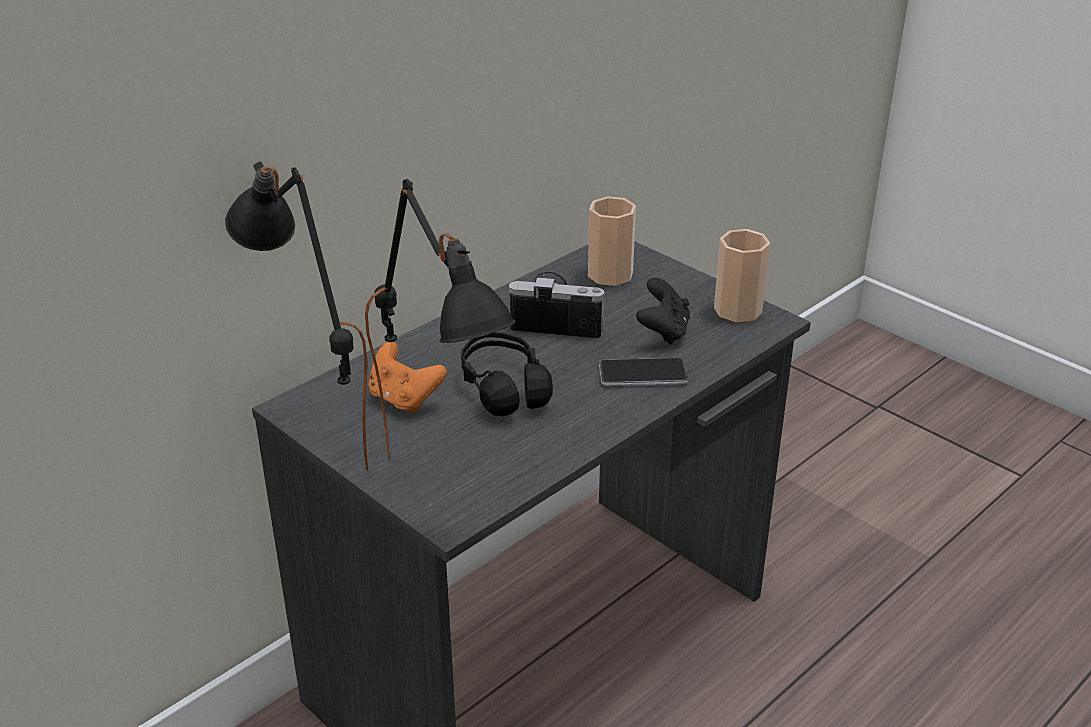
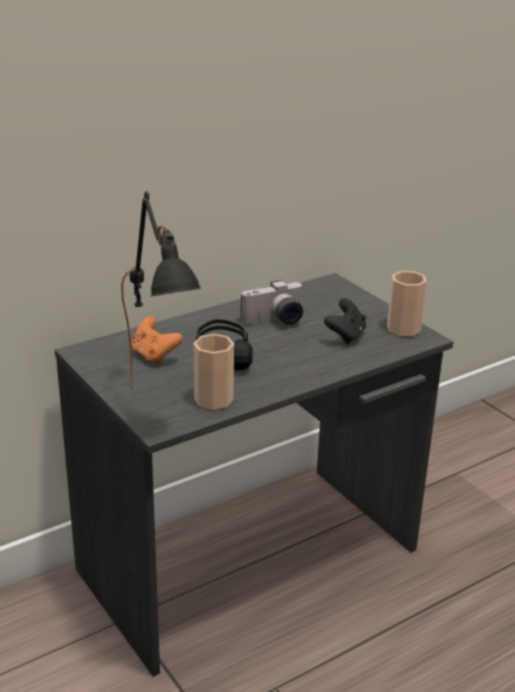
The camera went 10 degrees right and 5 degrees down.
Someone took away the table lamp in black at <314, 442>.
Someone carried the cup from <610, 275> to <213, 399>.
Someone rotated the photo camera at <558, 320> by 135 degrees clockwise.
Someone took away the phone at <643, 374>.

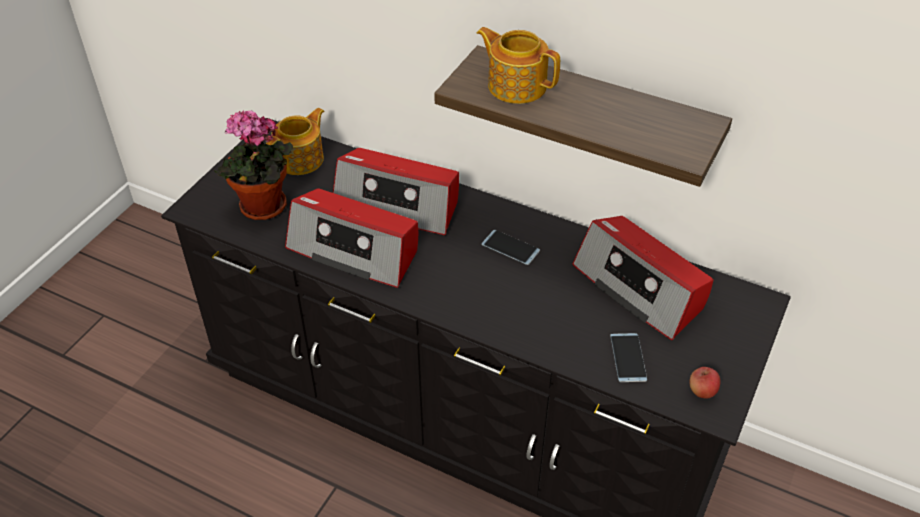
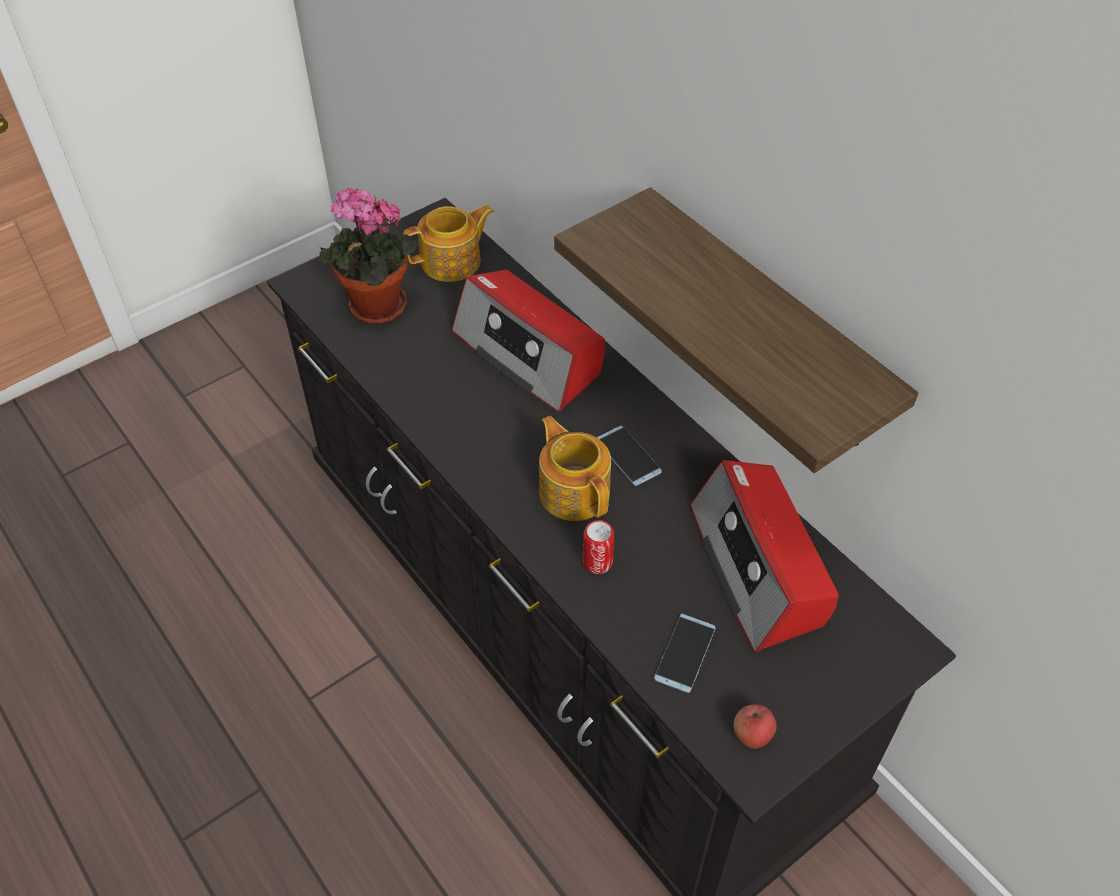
The camera went 25 degrees right and 5 degrees up.
Someone carried the teapot from <516, 85> to <574, 491>.
Someone took away the radio at <355, 249>.
Someone put down the can at <597, 562>.

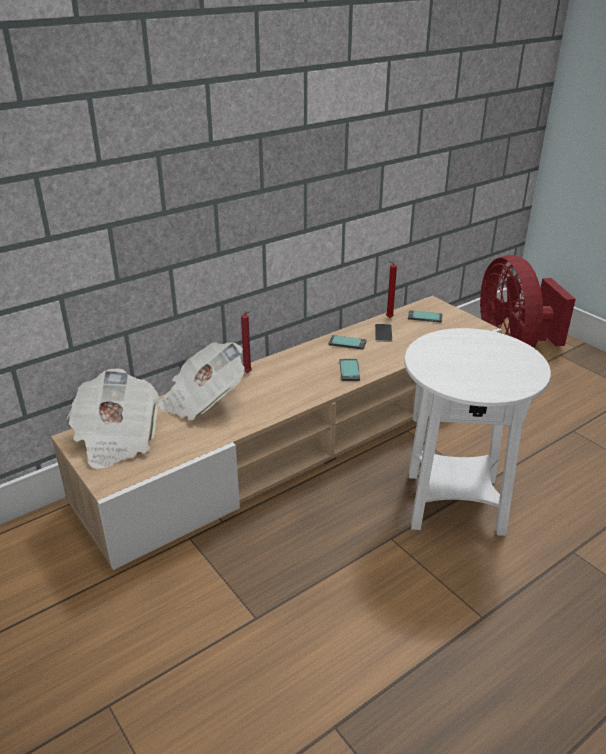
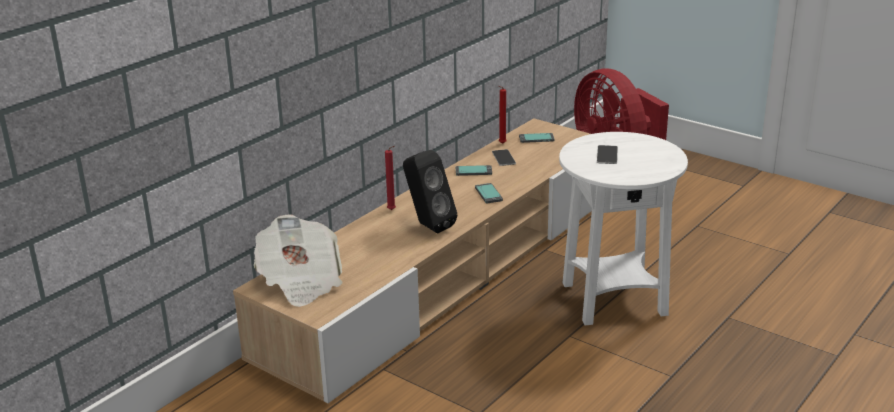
The camera went 15 degrees left and 5 degrees down.
Someone took away the newspaper at <202, 400>.
Someone put down the phone at <607, 155>.
Someone put down the speaker in black at <427, 226>.

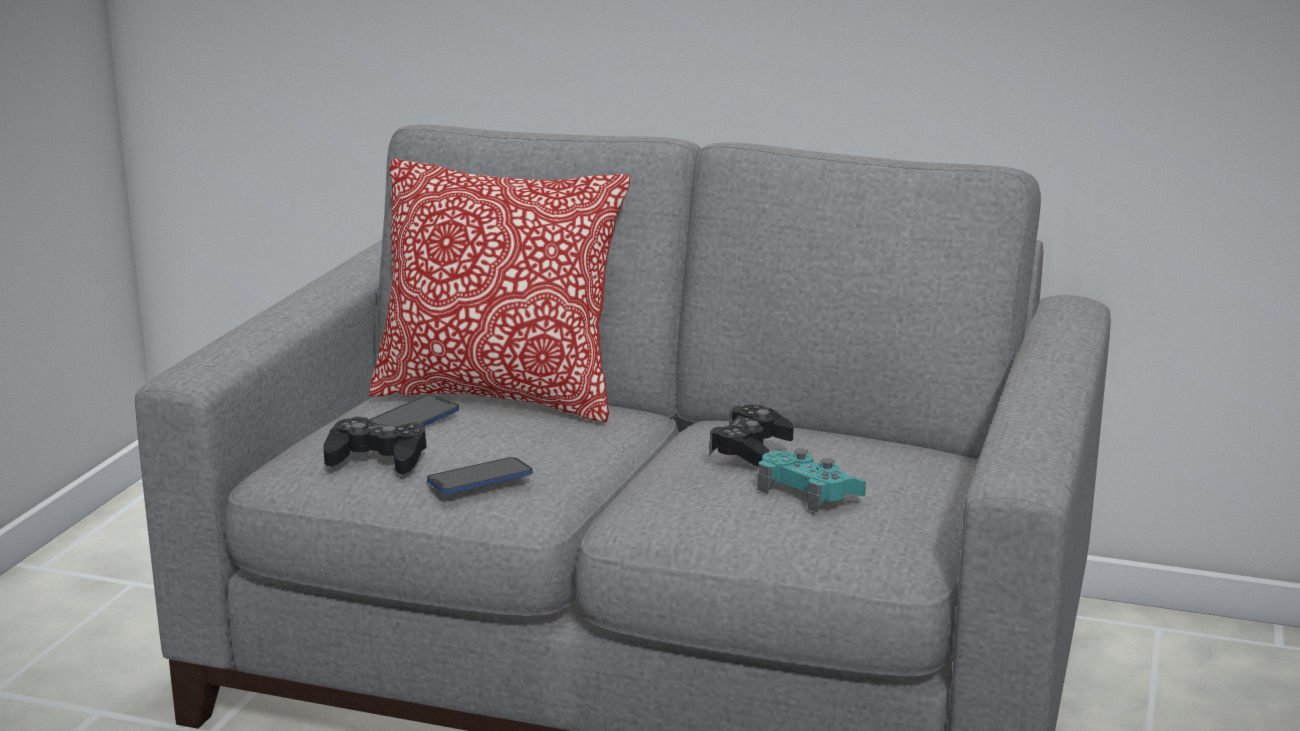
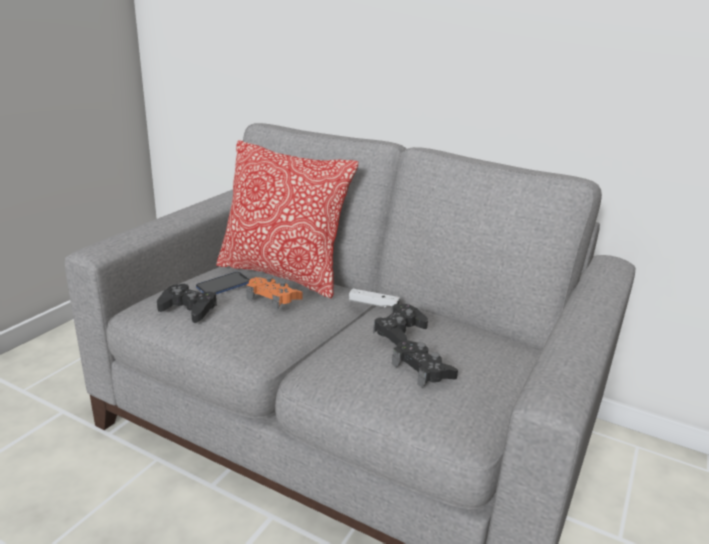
The camera went 10 degrees right and 5 degrees up.
Someone repainted the game controller in turquoise at <808, 492>, which became the game controller in black at <422, 370>.
Someone took away the phone at <480, 479>.
Someone put down the game controller in orange at <273, 298>.
Someone put down the game controller in white at <373, 304>.

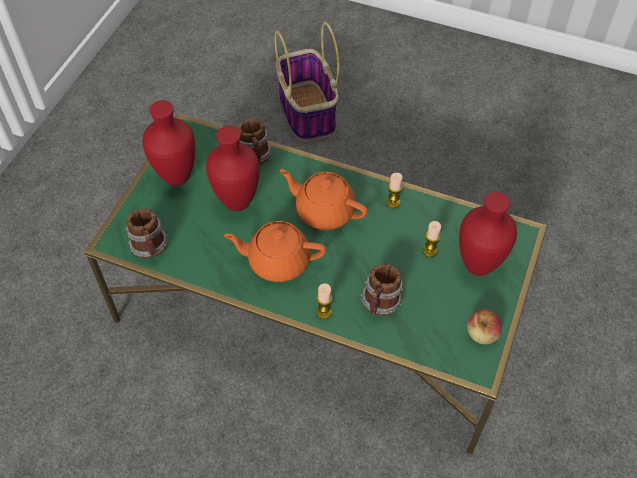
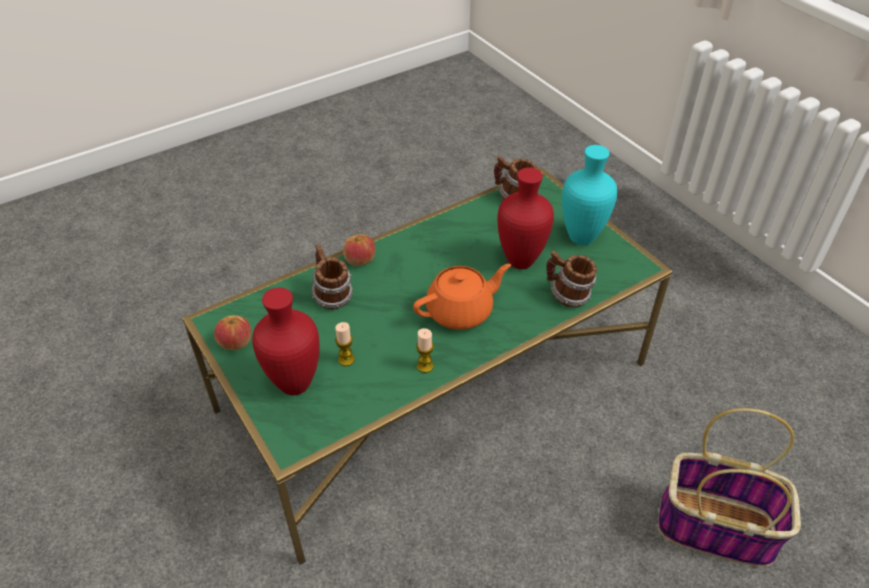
The camera went 125 degrees right and 10 degrees down.
Someone repainted the vase in red at <178, 179>, which became the vase in turquoise at <579, 238>.
Someone took away the teapot in orange at <277, 261>.
Someone swapped the candle at <324, 312> for the apple at <359, 260>.

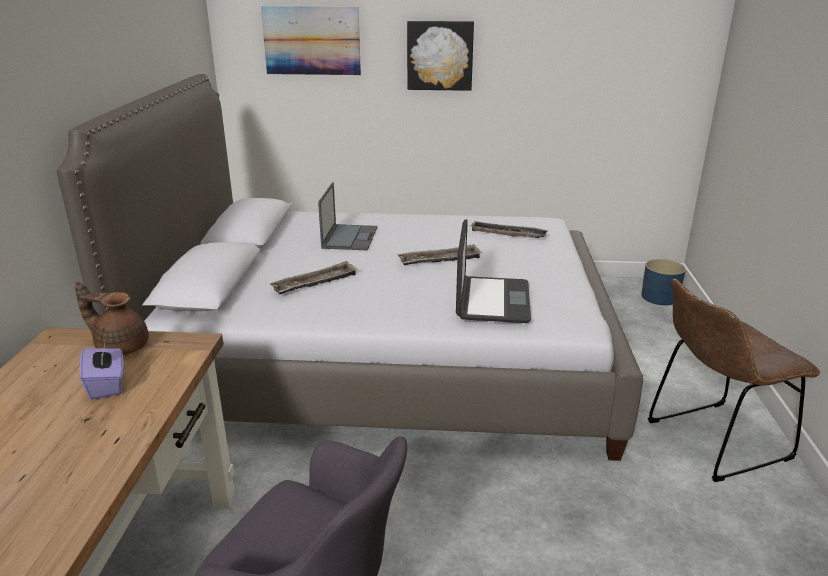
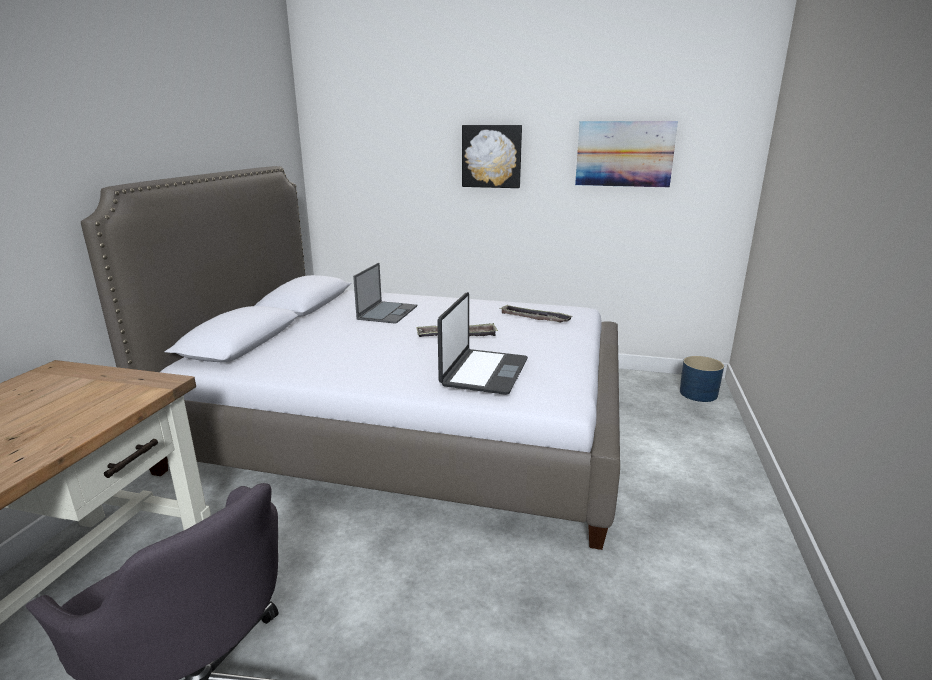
The camera went 10 degrees right and 5 degrees down.
Someone carried the picture from <311, 41> to <624, 154>.
Someone took away the tray at <315, 283>.
Someone took away the chair in brown at <712, 442>.
Someone took away the teapot in brown at <121, 346>.
Someone took away the tissue box in purple at <107, 385>.

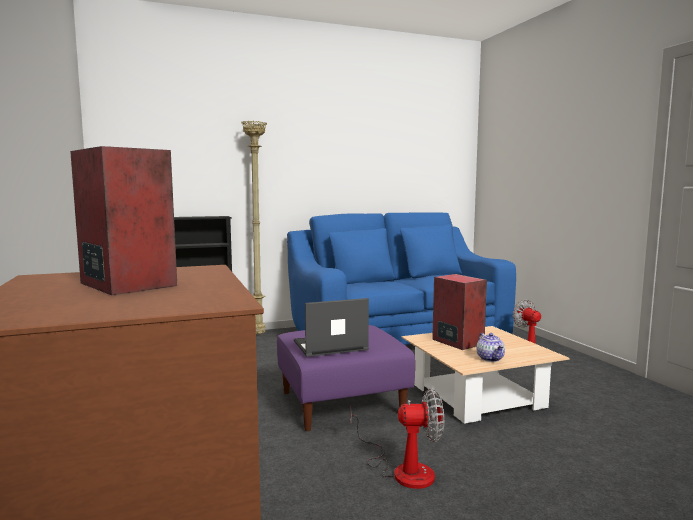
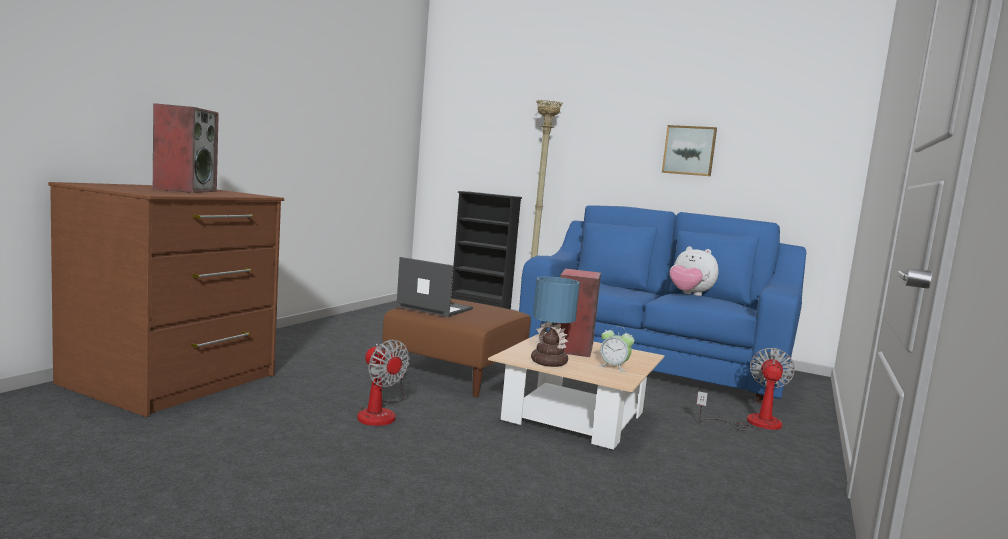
The camera went 45 degrees right and 0 degrees up.
Someone repainted the ottoman in purple at <341, 403>, which became the ottoman in brown at <454, 374>.
Someone swapped the teapot at <490, 359> for the table lamp at <550, 362>.
Someone put up the picture at <689, 150>.
Someone put down the plush toy at <689, 294>.
Someone put down the alarm clock at <613, 367>.

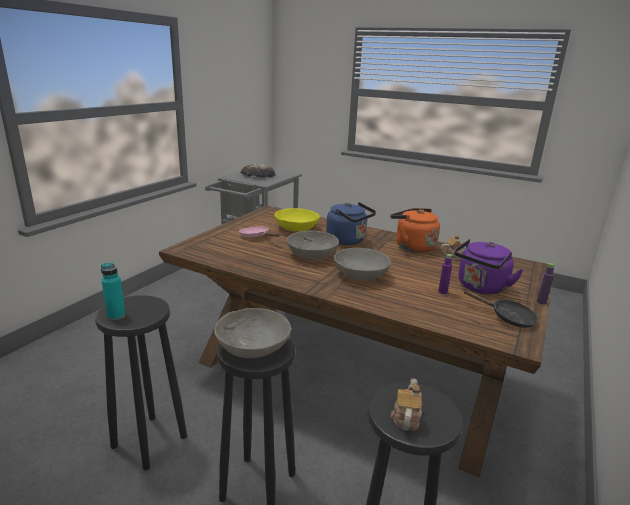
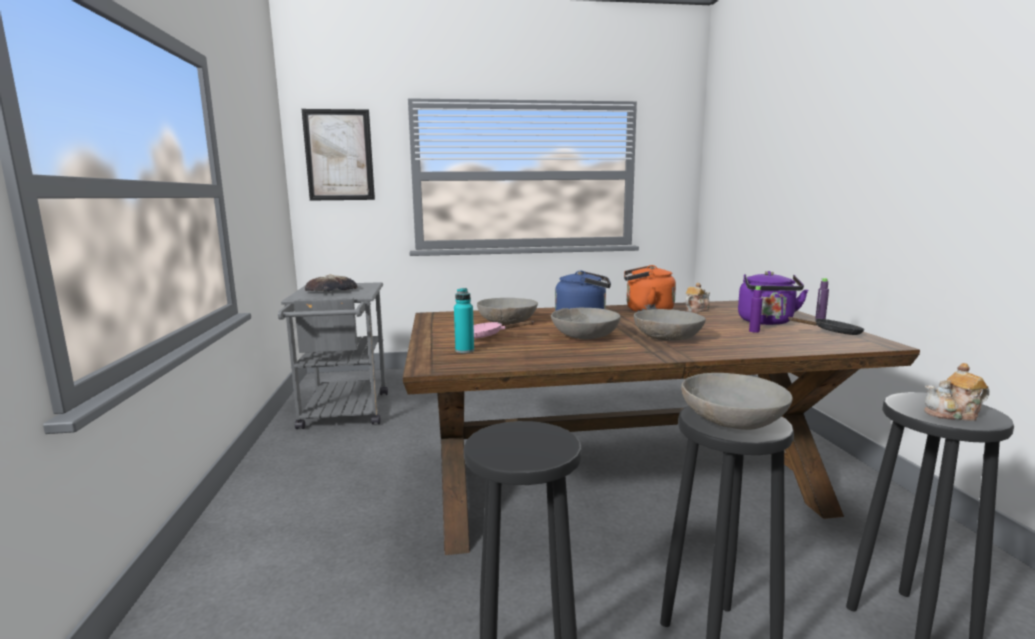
The camera went 35 degrees left and 10 degrees down.
Someone repainted the bowl in yellow at <296, 228>, which became the bowl in grey at <507, 321>.
Someone carried the bottle in turquoise from <116, 316> to <464, 350>.
Someone rotated the teapot at <406, 417> by 75 degrees counterclockwise.
Someone put up the picture at <339, 155>.

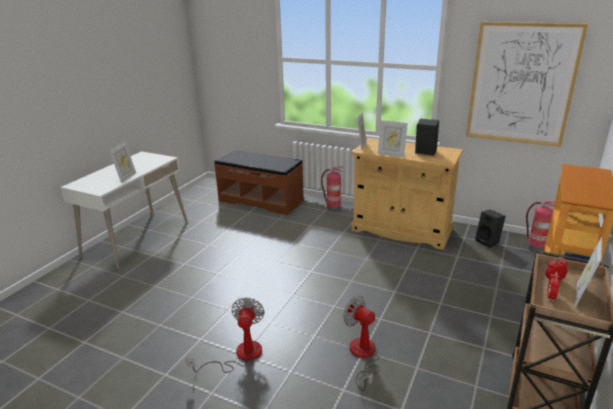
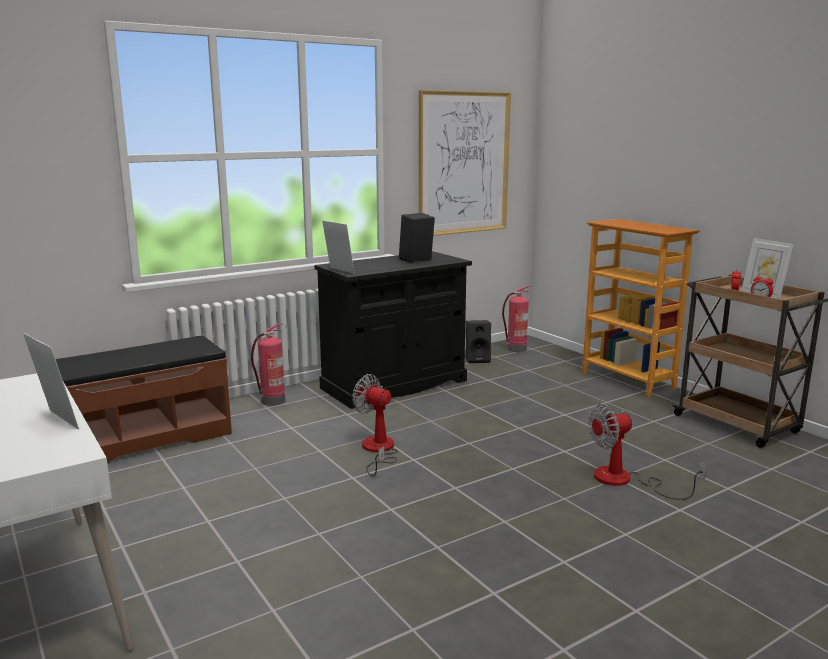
The camera went 60 degrees left and 10 degrees down.
Someone took away the picture frame at <391, 154>.
Someone repainted the cabinet in beige at <401, 230>, which became the cabinet in black at <394, 384>.
Someone carried the fan from <240, 355> to <378, 450>.

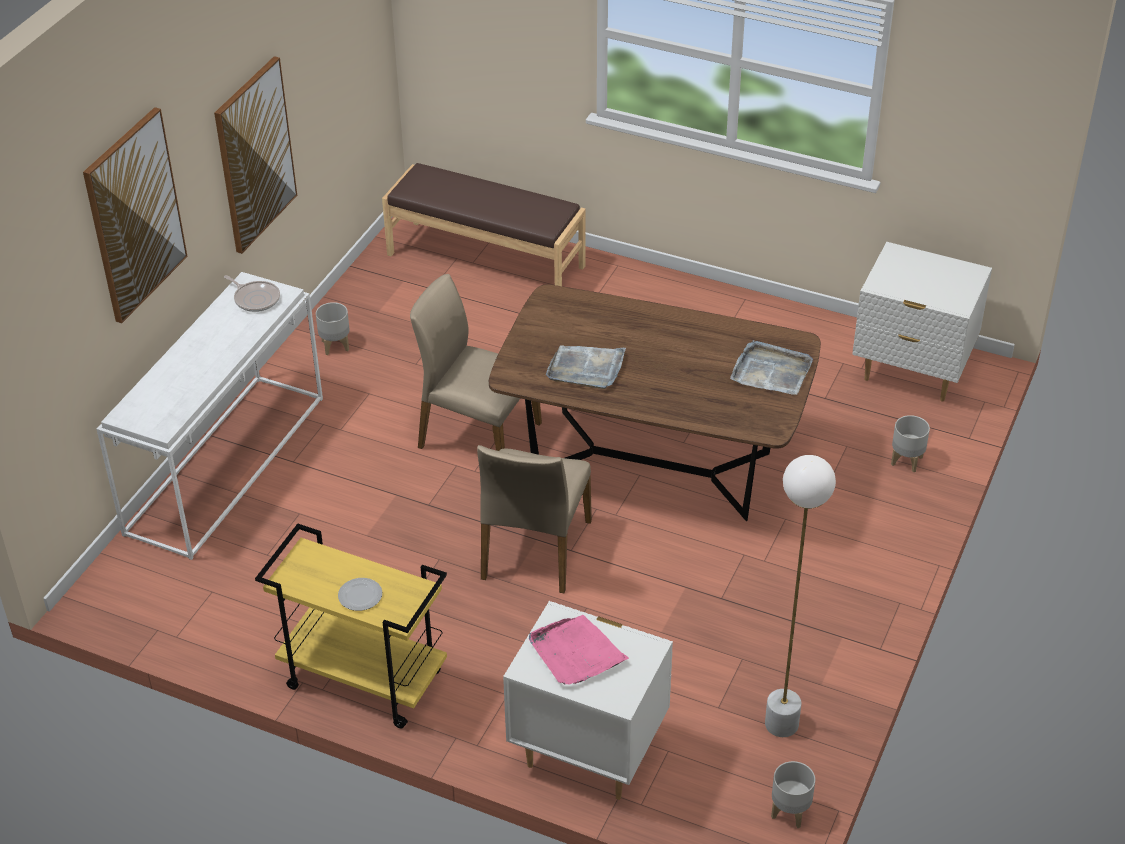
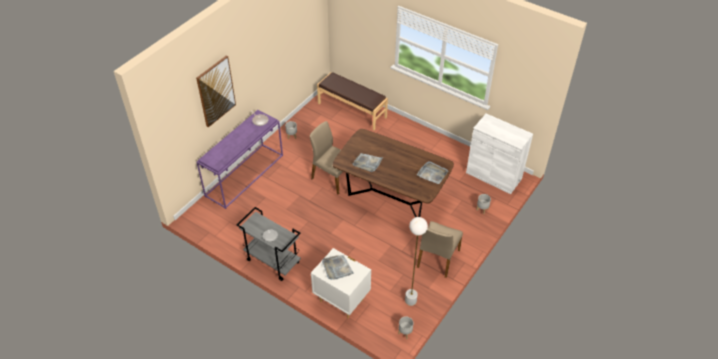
The camera went 10 degrees right and 5 degrees up.
Someone took away the picture at <254, 155>.
Someone swapped the nightstand in white at <912, 373> for the cabinet in white at <493, 176>.
Someone repainted the console table in white at <225, 463>, which became the console table in purple at <244, 175>.
Someone carried the chair in beige from <534, 550> to <437, 258>.
Someone repainted the cart in yellow at <362, 680>, which became the cart in grey at <272, 261>.
Someone repainted the tray in pink at <576, 653>, which became the tray in grey at <337, 268>.

